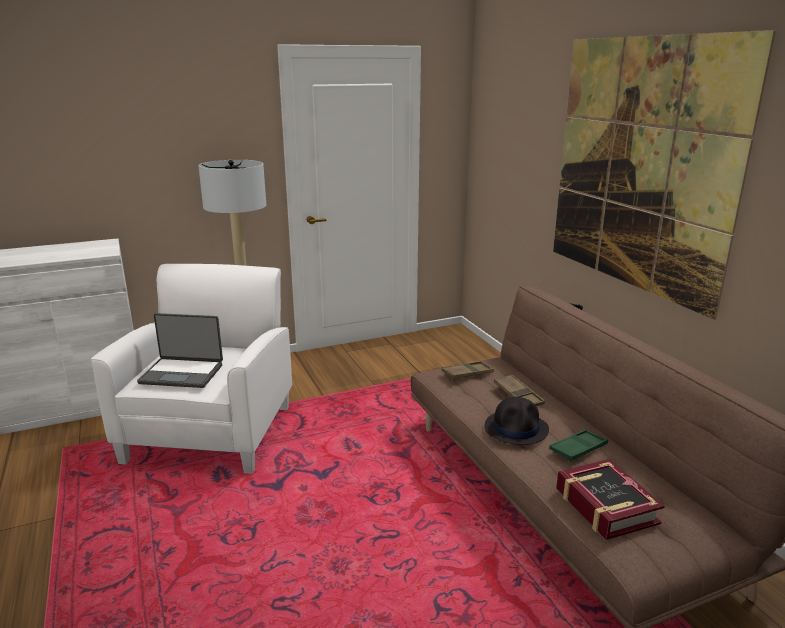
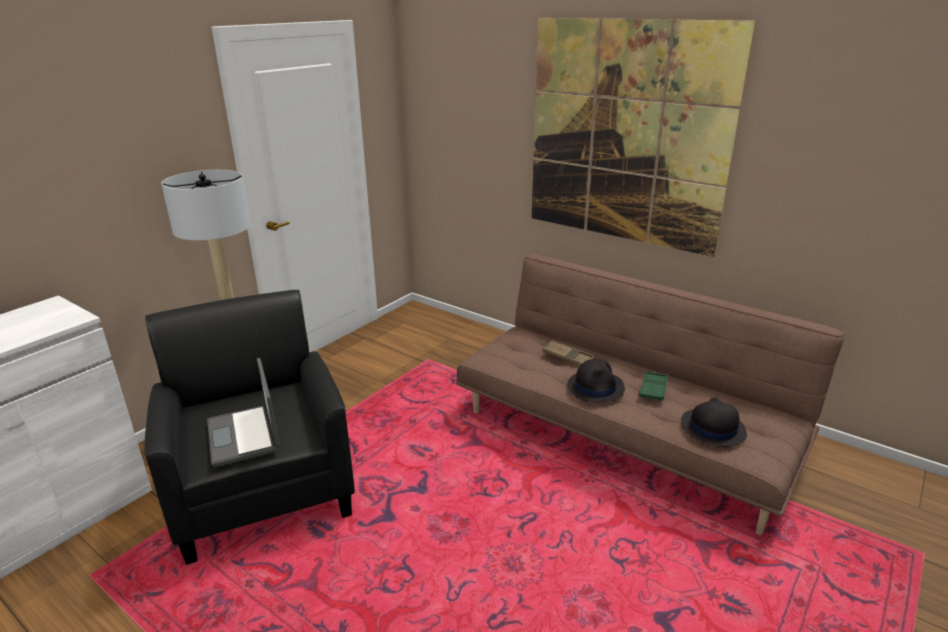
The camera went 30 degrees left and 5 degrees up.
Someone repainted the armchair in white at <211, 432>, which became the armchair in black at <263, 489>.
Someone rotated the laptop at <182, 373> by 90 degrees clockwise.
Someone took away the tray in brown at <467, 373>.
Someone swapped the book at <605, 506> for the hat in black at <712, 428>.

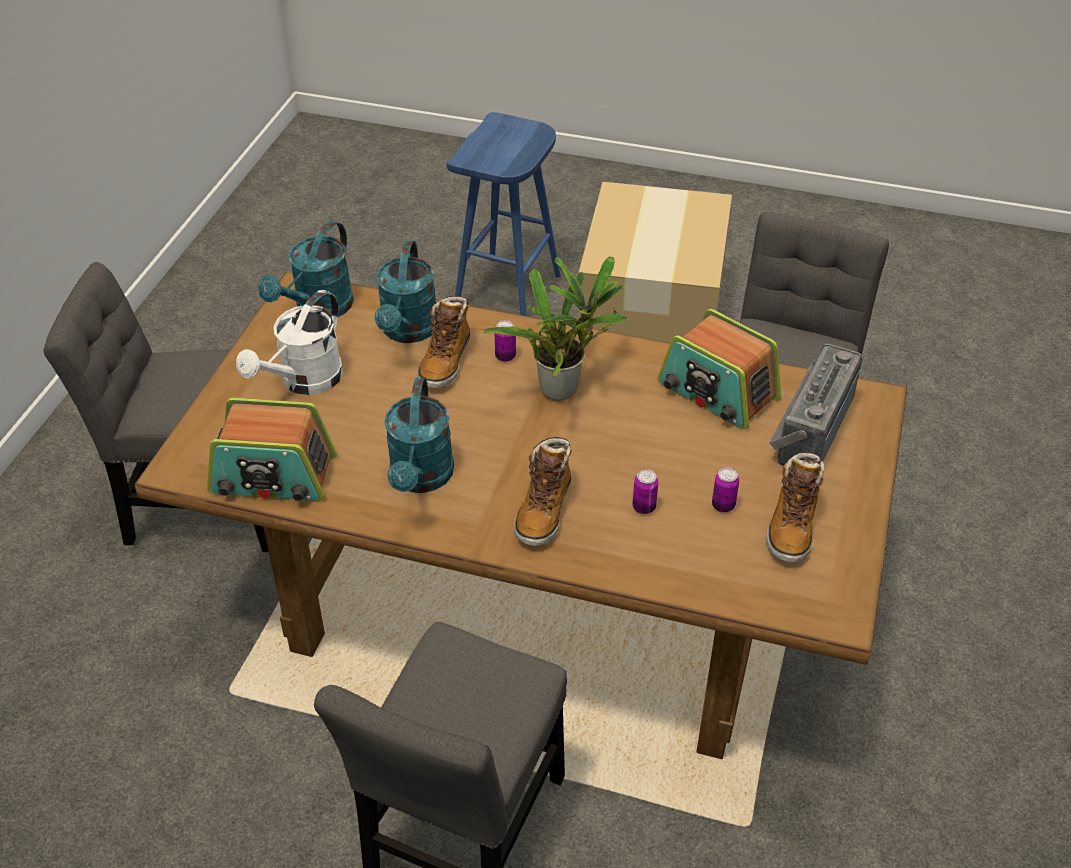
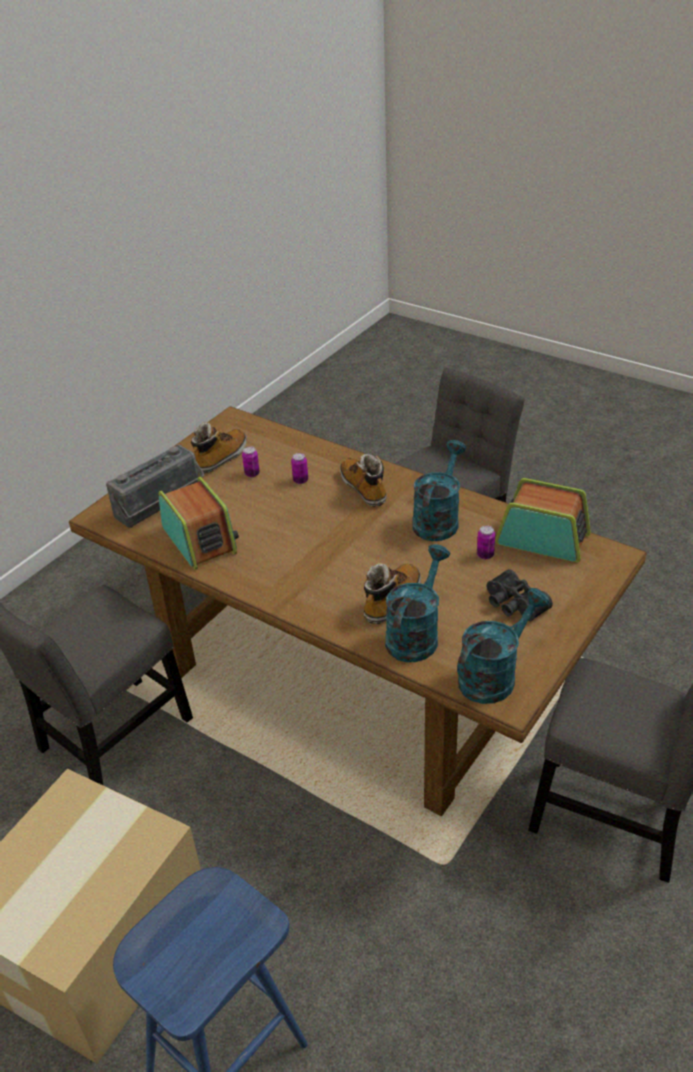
The camera went 160 degrees left and 5 degrees down.
Someone took away the potted plant at <564, 389>.
Someone swapped the watering can in white at <304, 382> for the binoculars in black at <513, 605>.
Someone carried the can from <505, 356> to <485, 555>.
Someone rotated the boot at <543, 511> by 60 degrees counterclockwise.

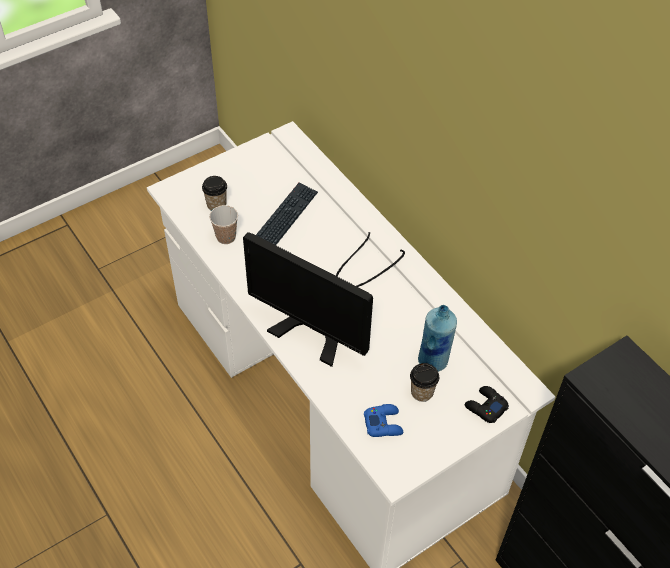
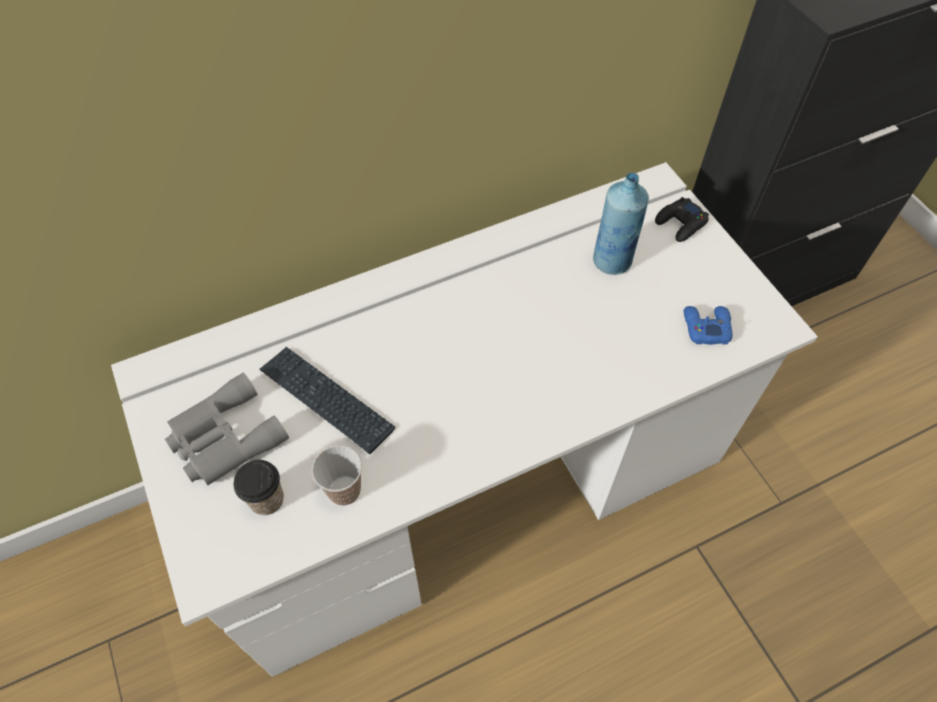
The camera went 80 degrees left and 5 degrees up.
Someone took away the monitor at <326, 317>.
Someone took away the cup at <422, 392>.
Someone put down the binoculars in grey at <223, 438>.

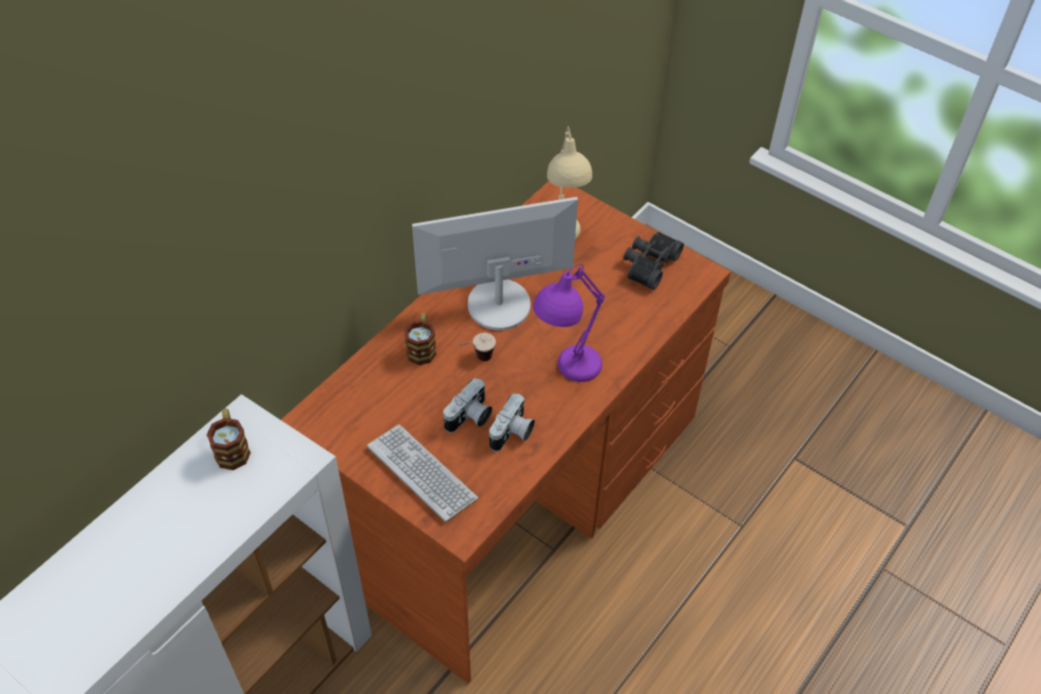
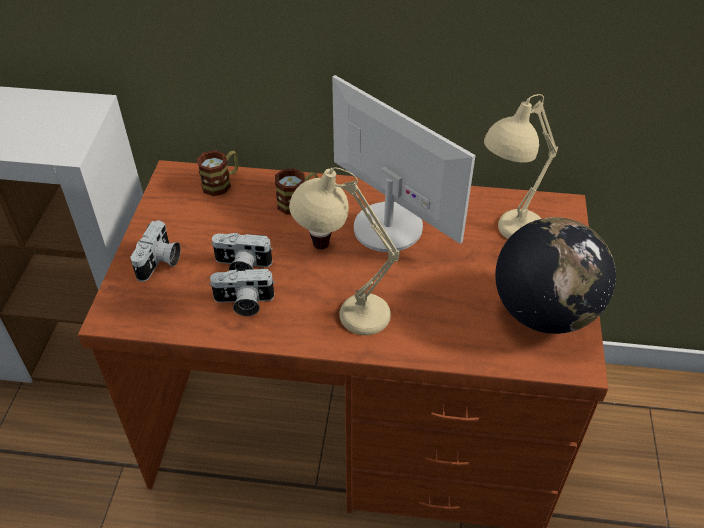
The camera went 60 degrees right and 5 degrees down.
Someone swapped the binoculars in black at <648, 264> for the globe at <544, 312>.
Someone repainted the table lamp in purple at <565, 374>, which became the table lamp in beige at <344, 310>.
Someone carried the mug from <232, 448> to <221, 183>.
Someone swapped the keyboard at <422, 473> for the photo camera at <160, 263>.

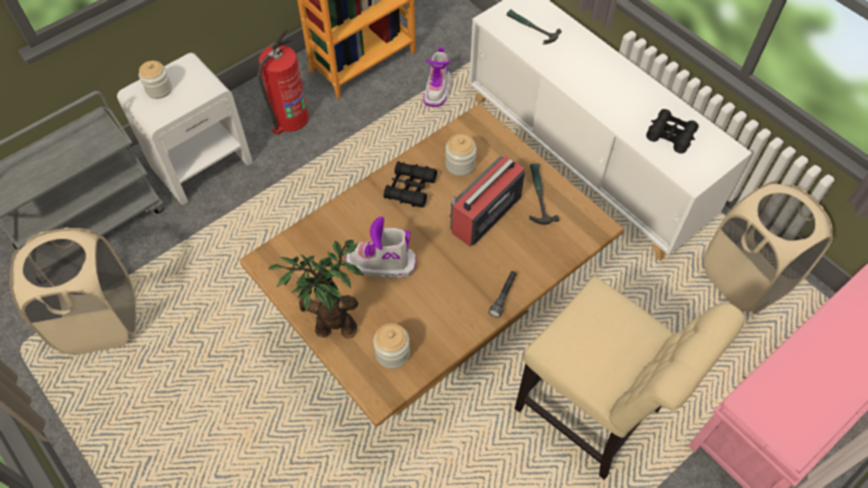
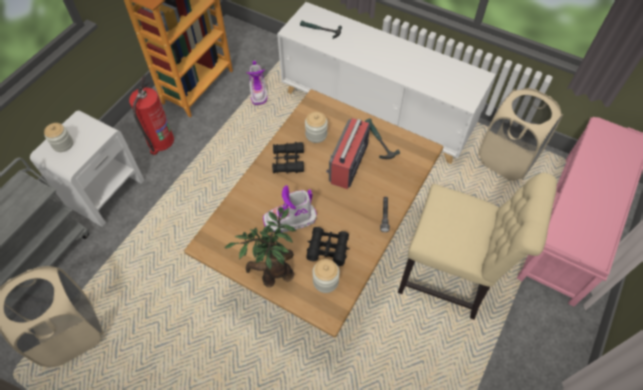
The camera went 20 degrees left and 0 degrees up.
Someone carried the binoculars in black from <670, 135> to <328, 248>.

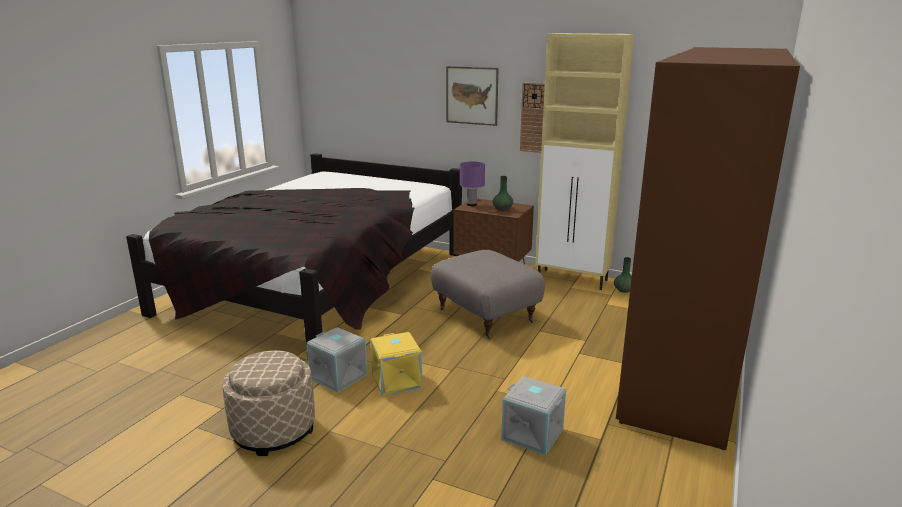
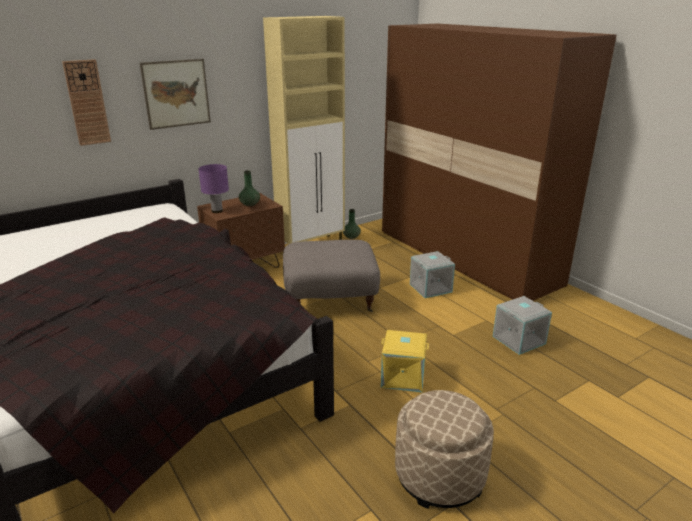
The camera went 60 degrees left and 5 degrees up.
Someone carried the wall clock from <533, 117> to <87, 103>.
Someone carried the storage box in grey from <339, 376> to <430, 287>.

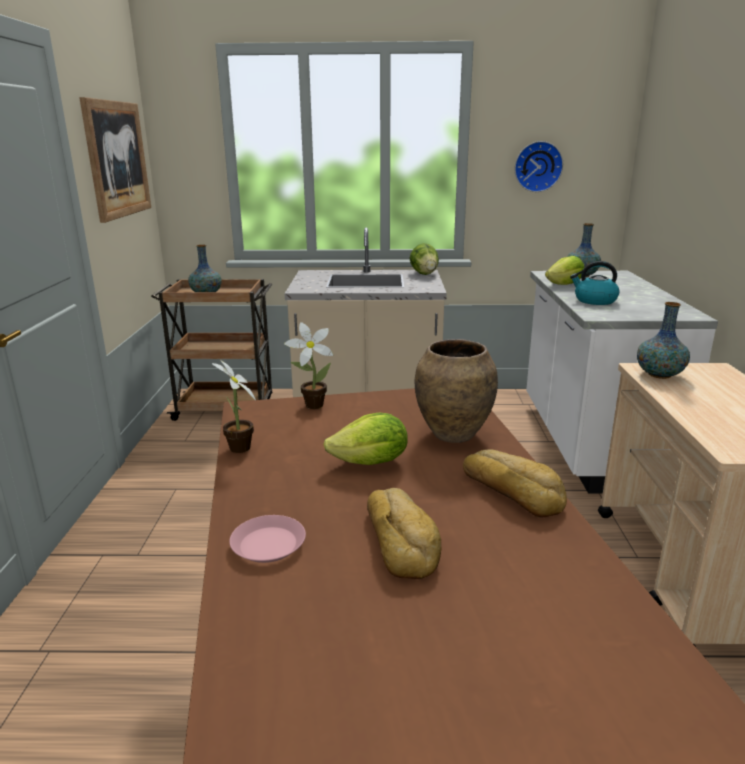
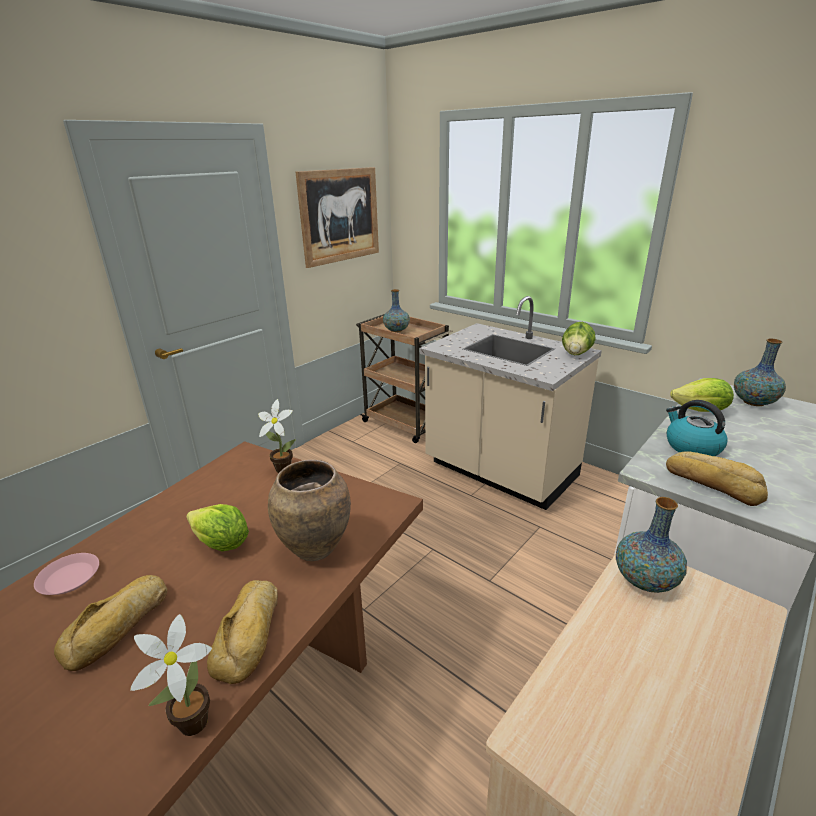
The camera went 40 degrees right and 5 degrees up.
Someone took away the wall clock at <537, 166>.
Someone carried the potted plant from <239, 450> to <189, 726>.
Someone put down the bread at <713, 483>.

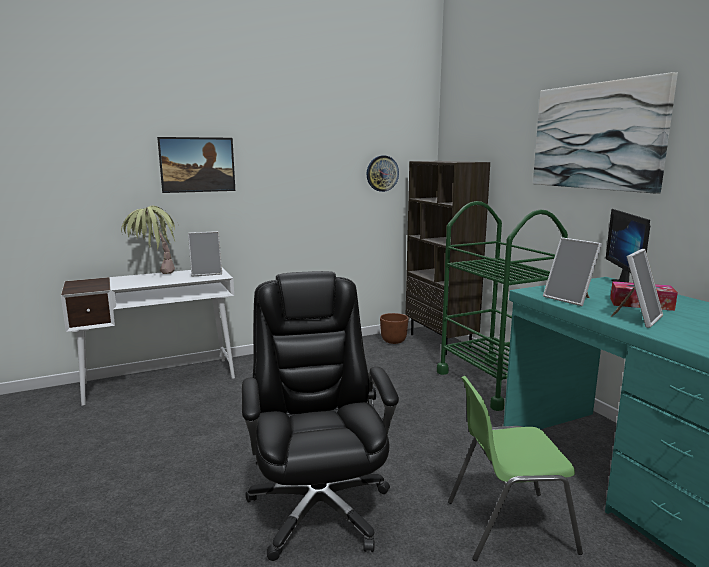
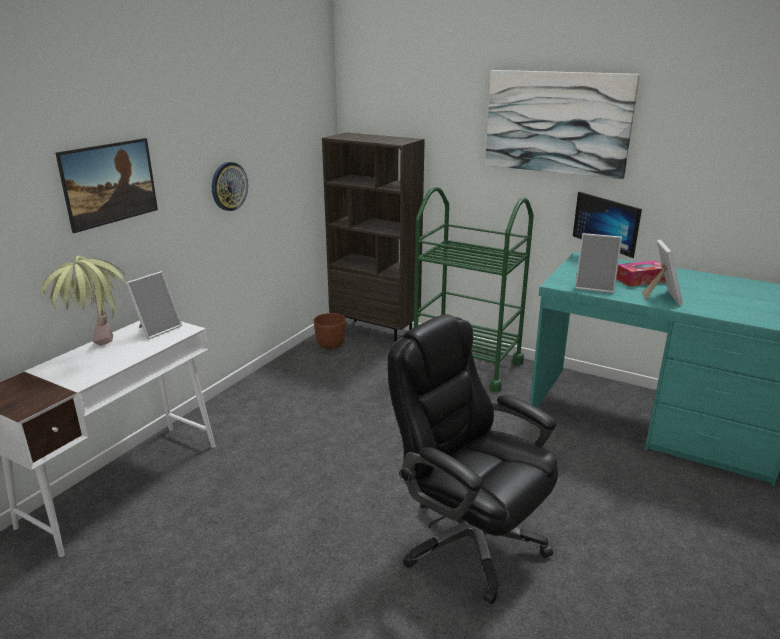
The camera went 35 degrees left and 10 degrees up.
Someone carried the wall clock from <382, 173> to <229, 186>.
Someone took away the chair in green at <507, 525>.

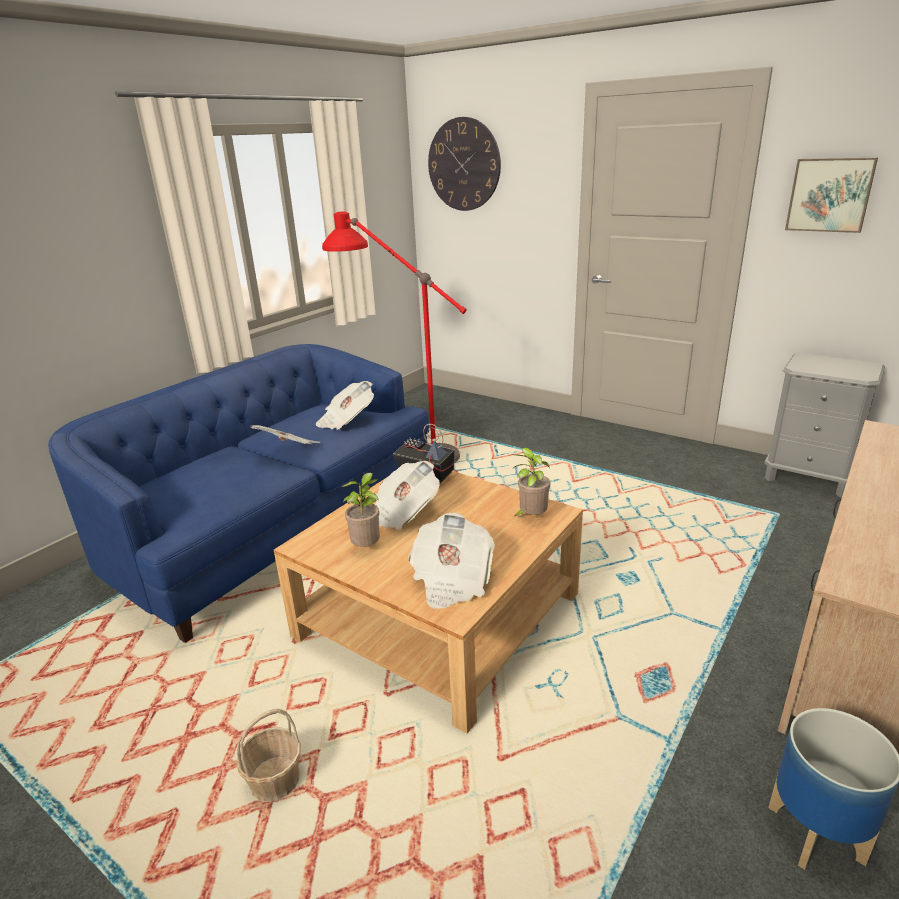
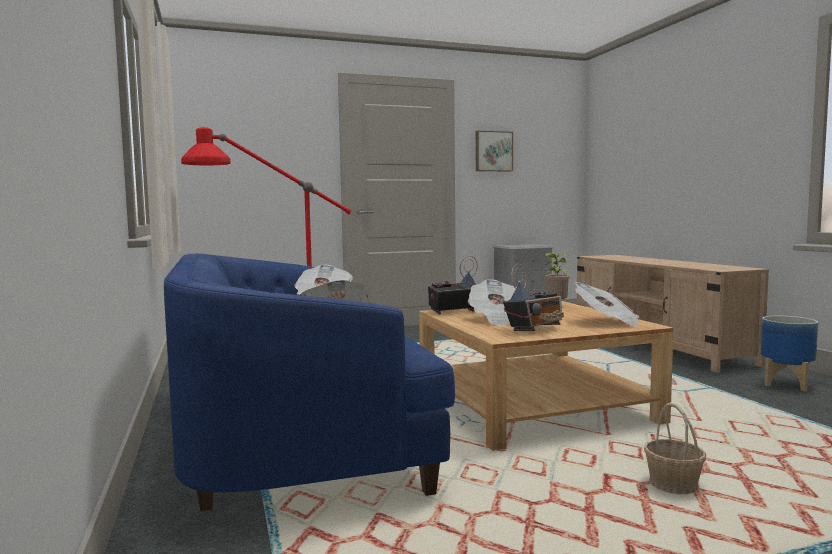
The camera went 55 degrees left and 20 degrees down.
Someone took away the wall clock at <464, 165>.
Someone swapped the potted plant at <367, 547> for the radio at <535, 328>.

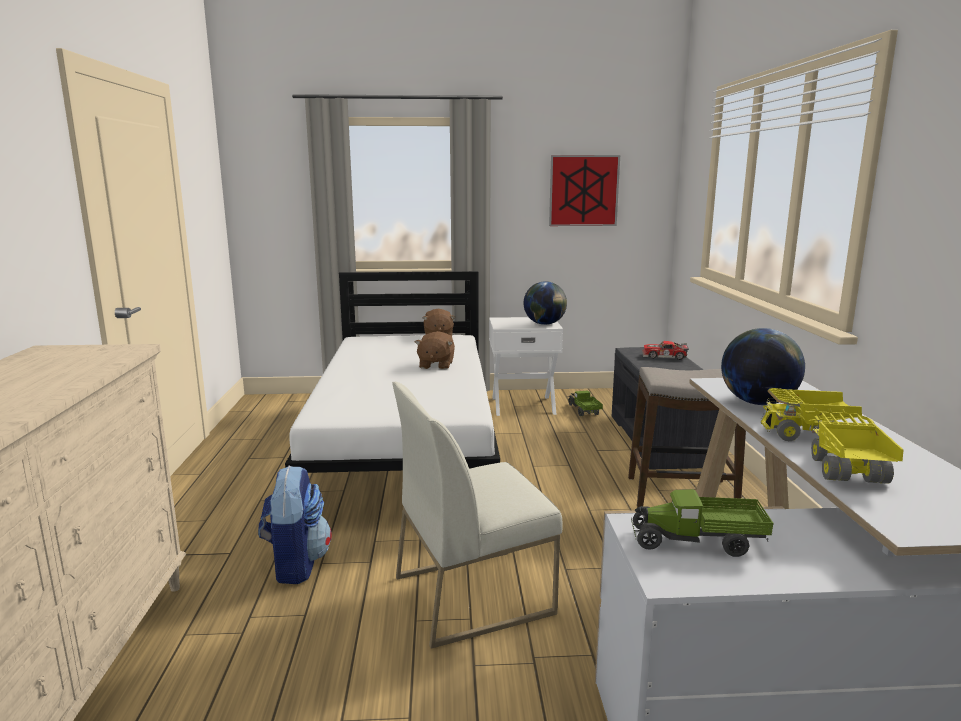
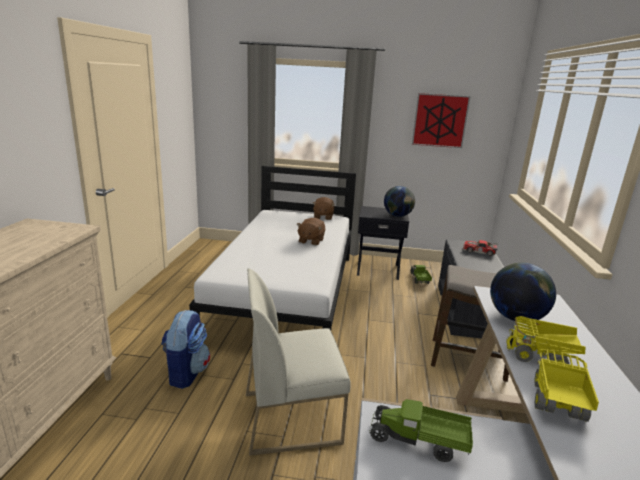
The camera went 10 degrees right and 5 degrees up.
Someone repainted the nightstand in white at <523, 405>, which became the nightstand in black at <378, 269>.

